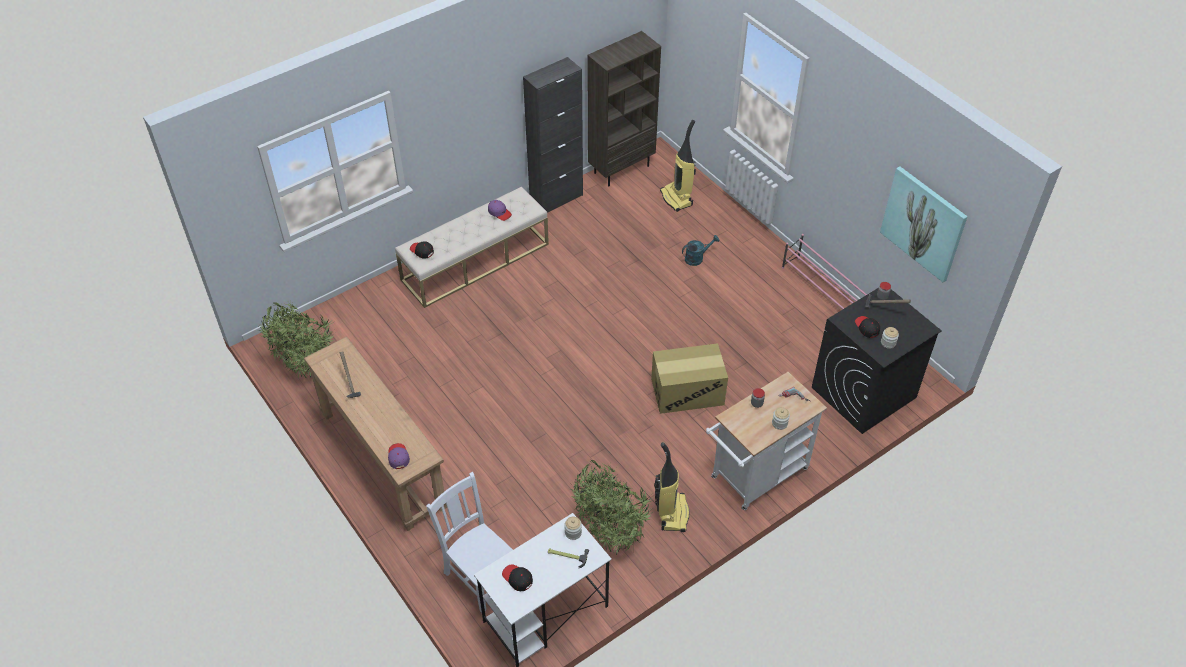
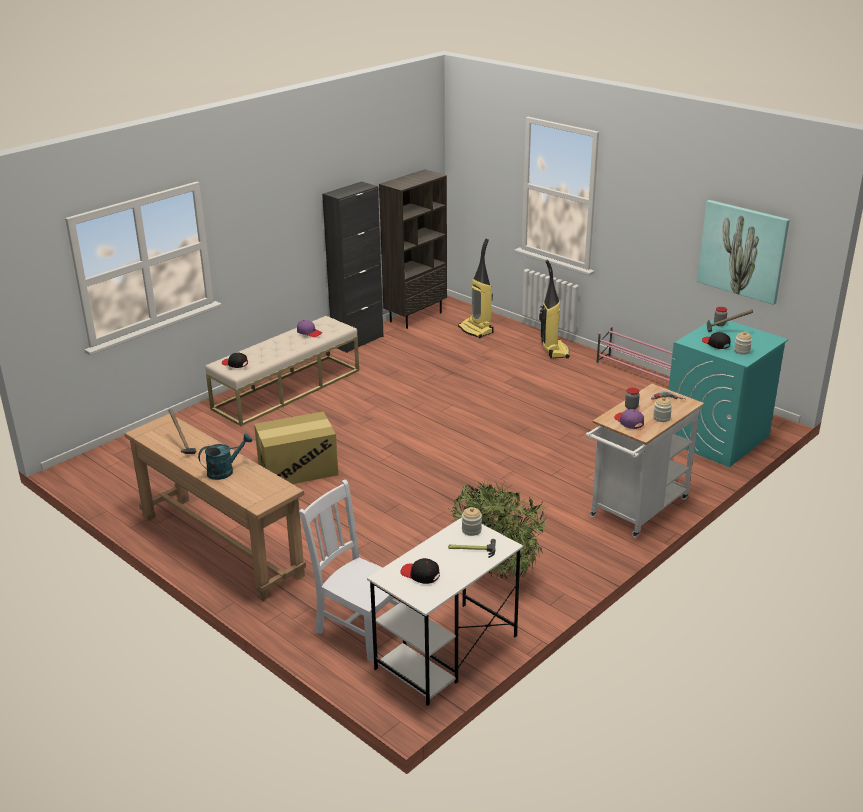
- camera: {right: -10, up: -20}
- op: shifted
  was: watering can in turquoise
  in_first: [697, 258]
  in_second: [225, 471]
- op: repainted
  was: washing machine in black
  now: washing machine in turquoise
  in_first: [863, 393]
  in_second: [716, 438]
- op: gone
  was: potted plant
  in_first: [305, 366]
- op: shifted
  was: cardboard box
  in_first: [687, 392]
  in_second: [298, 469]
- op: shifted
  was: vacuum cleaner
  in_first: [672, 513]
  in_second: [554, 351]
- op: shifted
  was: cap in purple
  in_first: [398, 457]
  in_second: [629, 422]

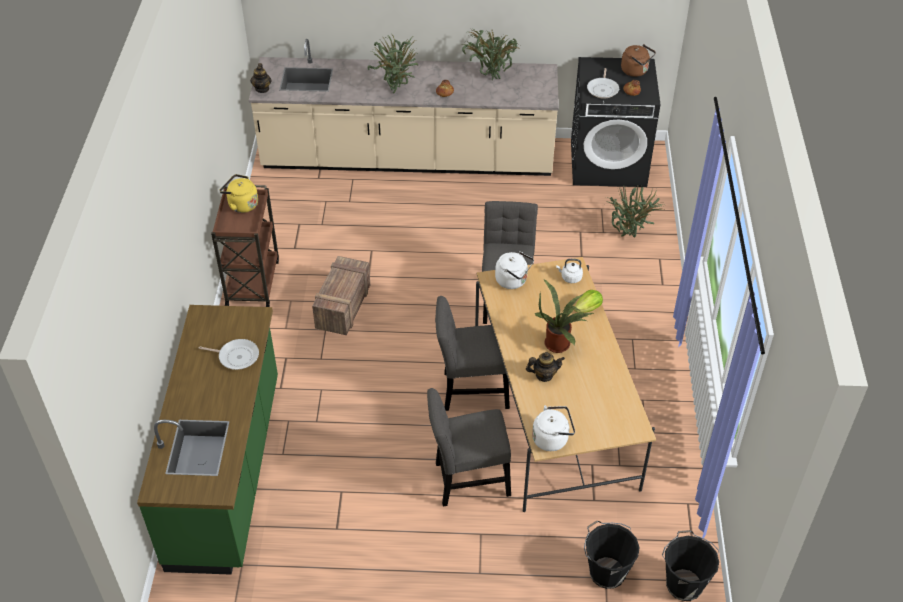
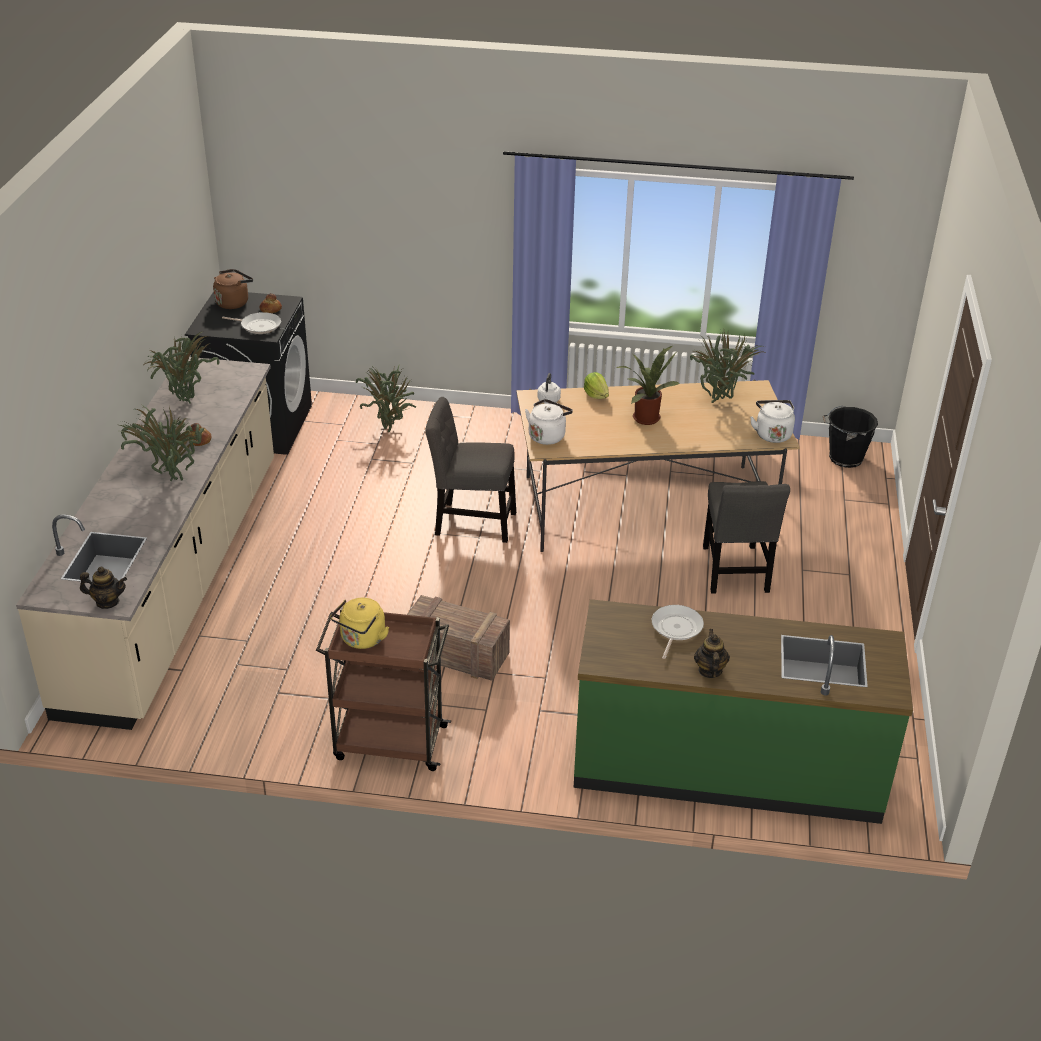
- camera: {right: -85, up: -10}
- op: gone
  was: chair in grey
  in_first: [471, 391]
- op: shifted
  was: teapot
  in_first: [544, 375]
  in_second: [709, 670]
- op: gone
  was: bucket in black
  in_first: [606, 571]
- op: new
  now: potted plant
  in_second: [721, 401]

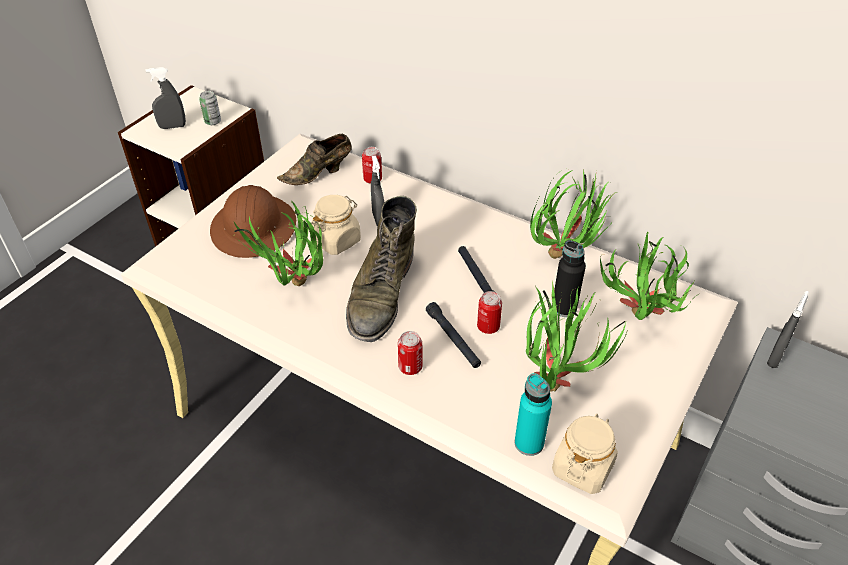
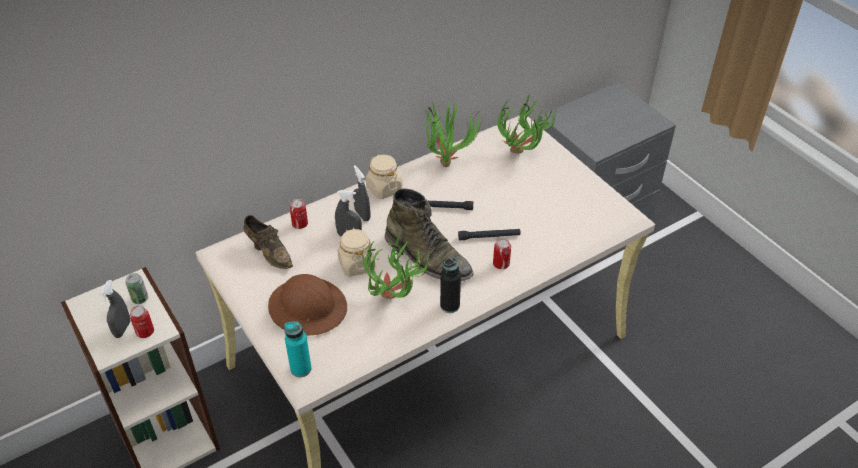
- camera: {right: -65, up: 0}
- op: rotated
  was: shoe in brown
  in_first: [319, 174]
  in_second: [269, 252]
  clockwise: -45
- op: shifted
  was: bottle in black
  in_first: [564, 308]
  in_second: [450, 305]
- op: gone
  was: potted plant
  in_first: [557, 378]
- op: shifted
  was: can
  in_first: [488, 326]
  in_second: [145, 332]
- op: shifted
  was: spray bottle in grey
  in_first: [774, 358]
  in_second: [362, 215]
- op: shifted
  was: bottle in turquoise
  in_first: [529, 443]
  in_second: [301, 369]
- op: shifted
  was: jar in beige
  in_first: [582, 468]
  in_second: [384, 188]

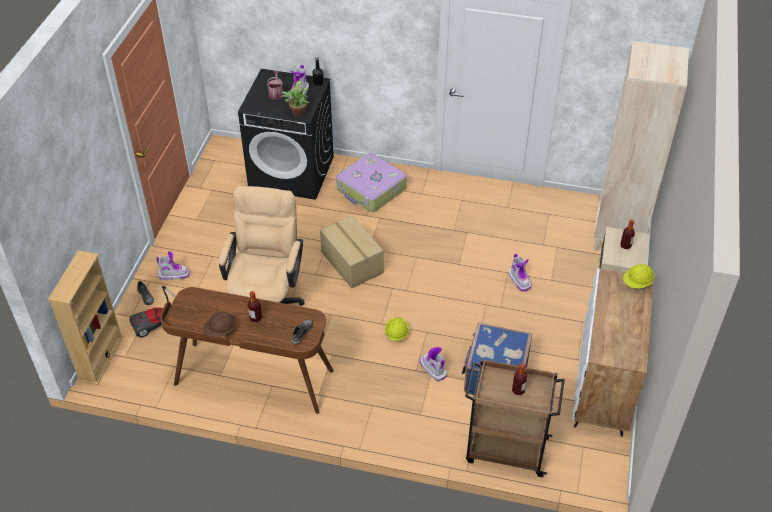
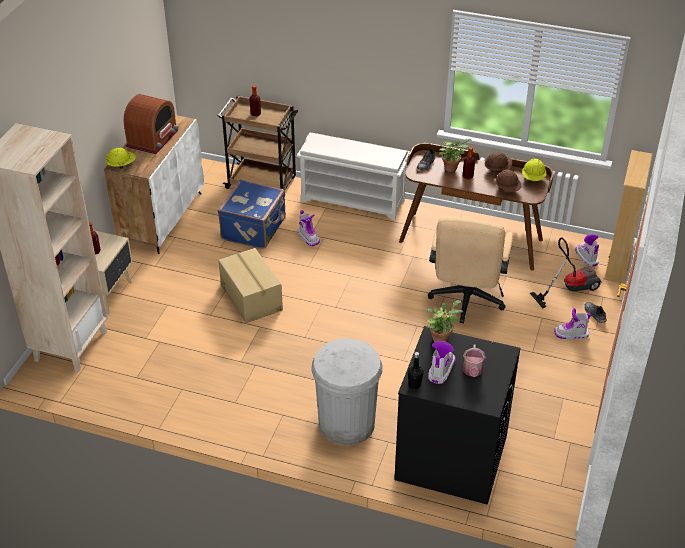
- camera: {right: -175, up: -5}
- op: swapped
  was: suitcase
  now: trash can in white
  in_first: [371, 190]
  in_second: [346, 424]
- op: shifted
  was: cardboard box
  in_first: [351, 263]
  in_second: [252, 297]
- op: shifted
  was: boot
  in_first: [519, 280]
  in_second: [586, 257]
- op: shifted
  was: hard hat in yellow
  in_first: [396, 334]
  in_second: [533, 178]
- op: new
  now: radio
  in_second: [152, 138]
- op: new
  now: shoe rack in white
  in_second: [354, 201]
- op: new
  now: potted plant
  in_second: [452, 167]
- op: new
  now: hard hat in brown
  in_second: [507, 189]

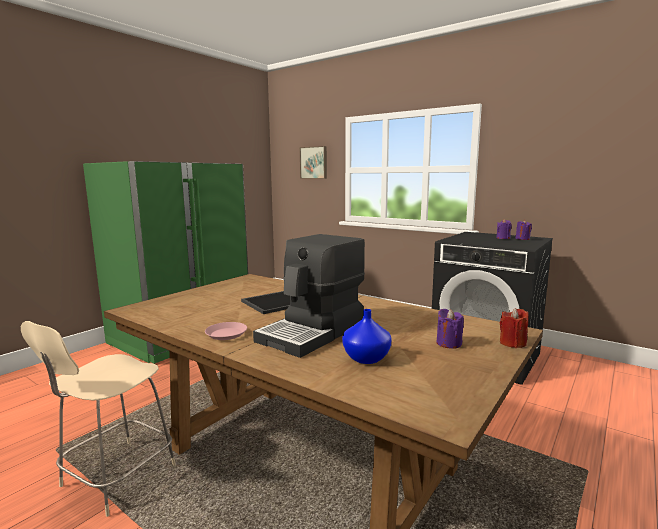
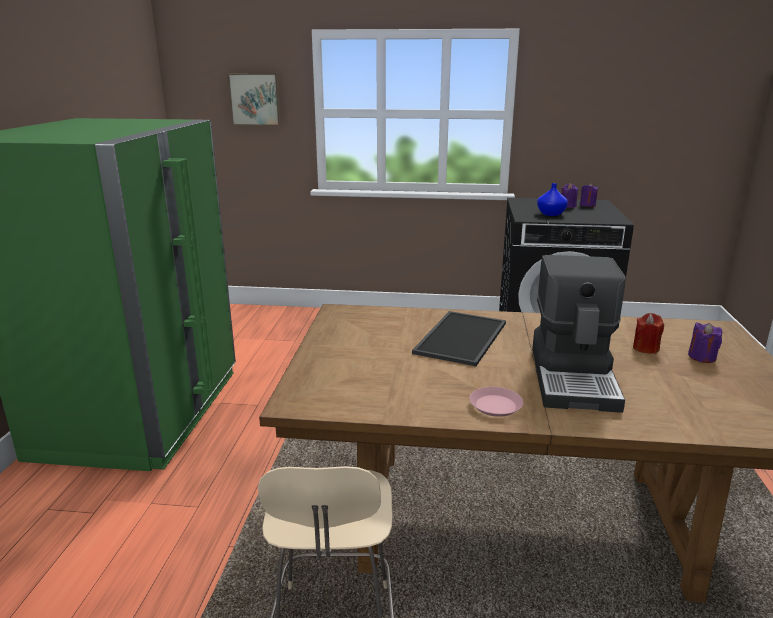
- camera: {right: -30, up: 10}
- op: shifted
  was: candle in red
  in_first: [512, 343]
  in_second: [645, 348]
- op: shifted
  was: vase in blue
  in_first: [366, 358]
  in_second: [550, 214]

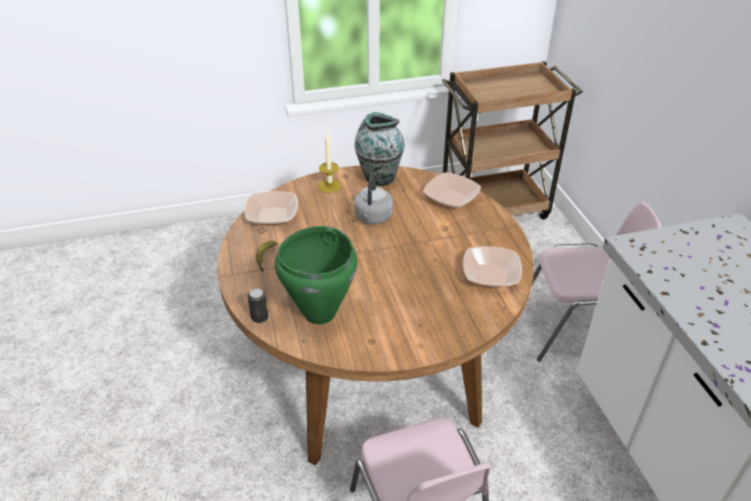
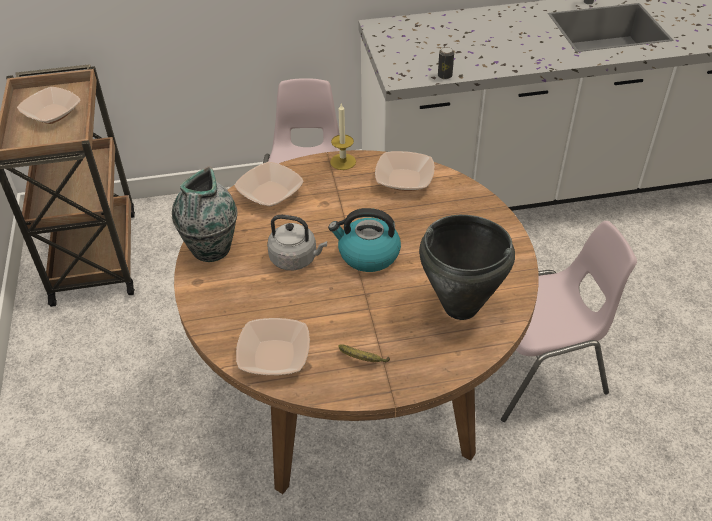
- camera: {right: -85, up: 5}
- op: shifted
  was: candle
  in_first: [329, 186]
  in_second: [343, 161]
- op: repainted
  was: cooking pot in green
  now: cooking pot in black
  in_first: [319, 313]
  in_second: [461, 308]
- op: shifted
  was: can
  in_first: [260, 317]
  in_second: [445, 76]
- op: new
  now: bowl
  in_second: [52, 114]
- op: new
  now: kettle
  in_second: [367, 255]

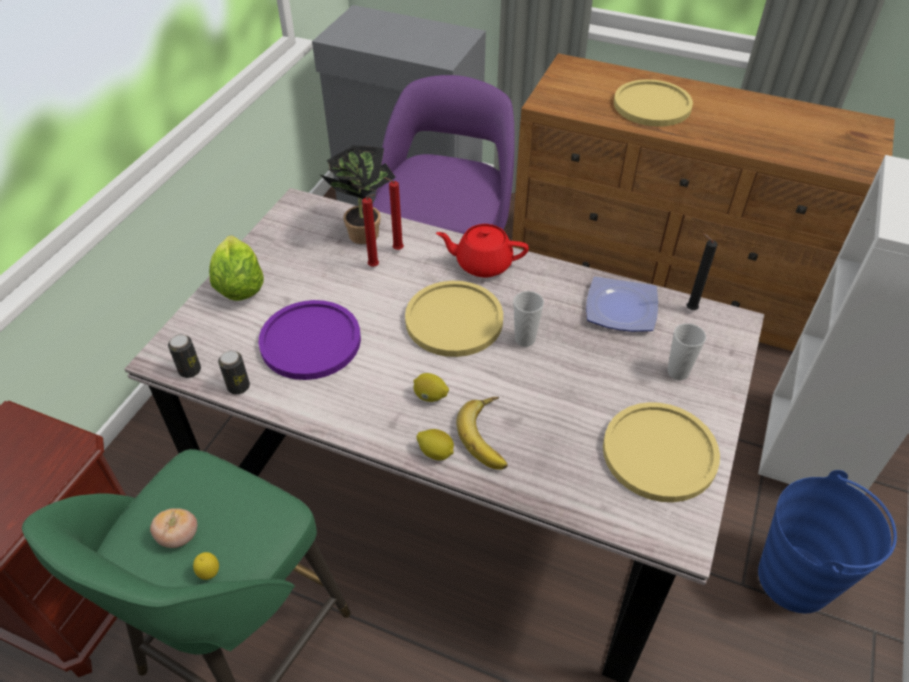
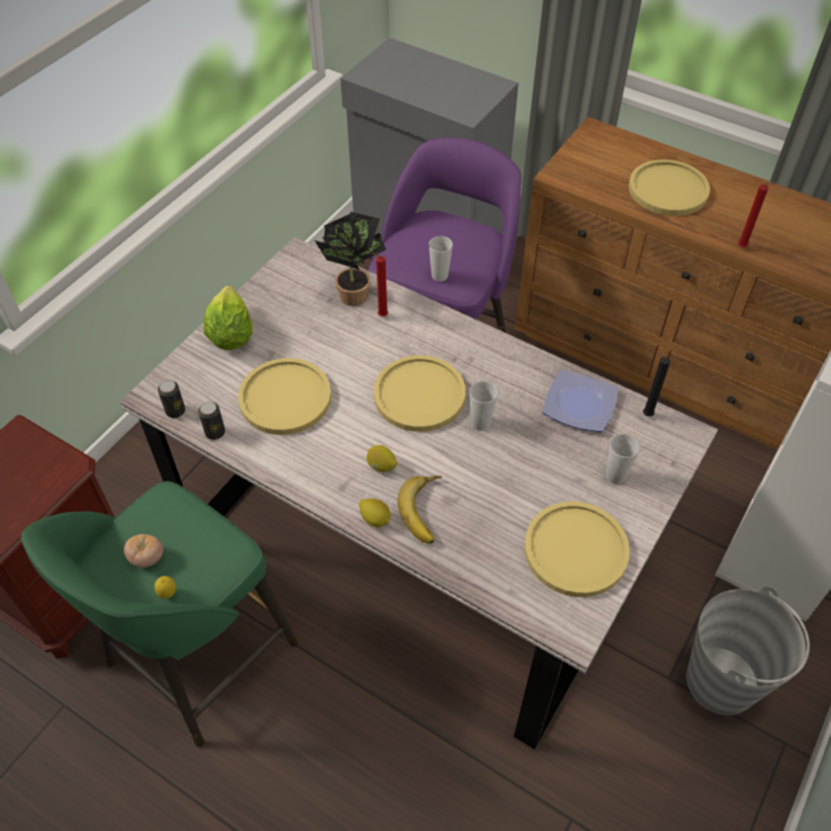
- camera: {right: 10, up: 5}
- op: shifted
  was: candle in red
  in_first: [375, 267]
  in_second: [743, 248]
- op: gone
  was: teapot in red
  in_first: [482, 263]
- op: repainted
  was: plate in purple
  now: plate in yellow
  in_first: [310, 341]
  in_second: [285, 398]
- op: repainted
  was: bucket in blue
  now: bucket in grey
  in_first: [795, 579]
  in_second: [722, 682]
- op: new
  now: cup
  in_second: [439, 276]

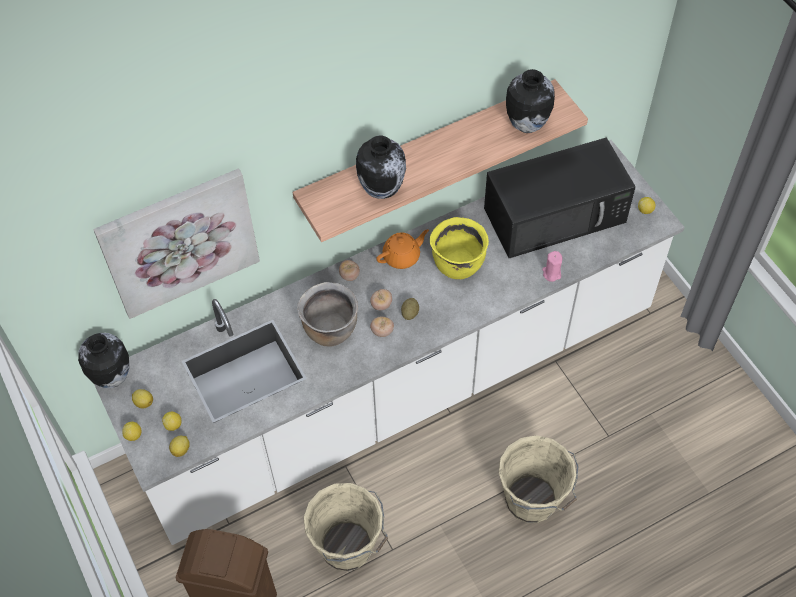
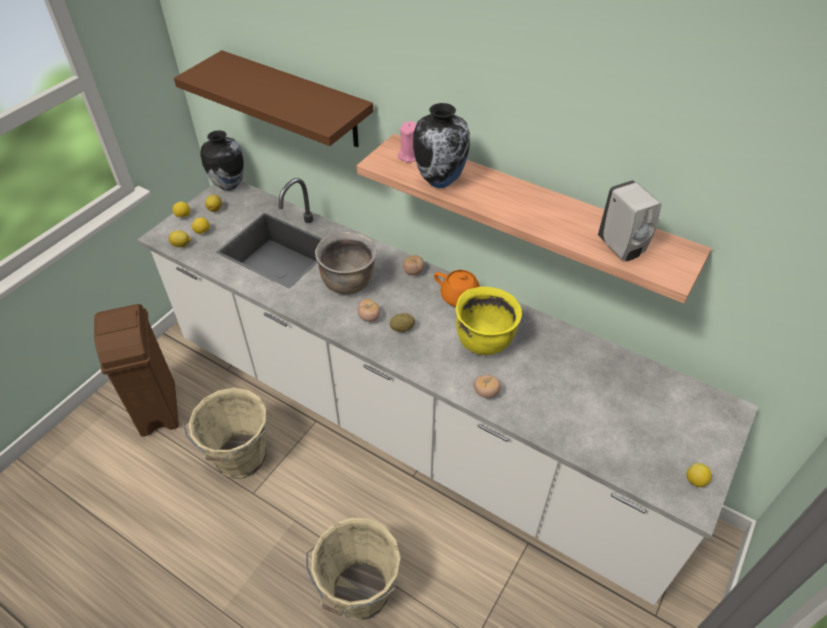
- camera: {right: 60, up: -10}
- op: swapped
  was: vase
  now: soap dispenser in white
  in_first: [526, 125]
  in_second: [622, 248]
- op: gone
  was: microwave in black
  in_first: [556, 214]
- op: swapped
  was: picture
  now: shelf in brown
  in_first: [179, 241]
  in_second: [297, 100]
- op: shifted
  was: candle in pink
  in_first: [551, 273]
  in_second: [409, 156]
- op: shifted
  was: tomato
  in_first: [381, 305]
  in_second: [486, 392]

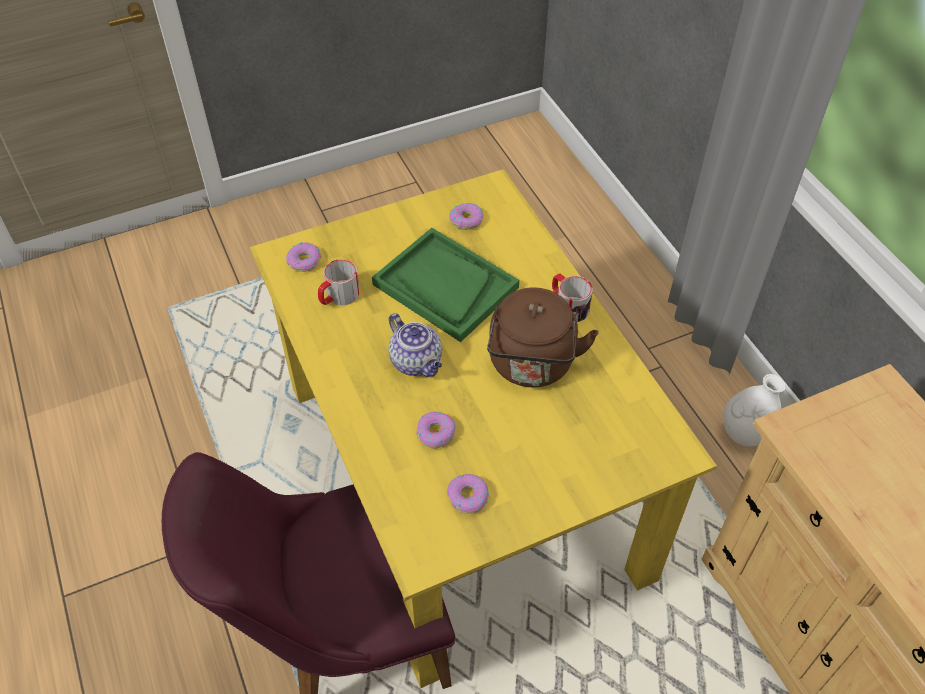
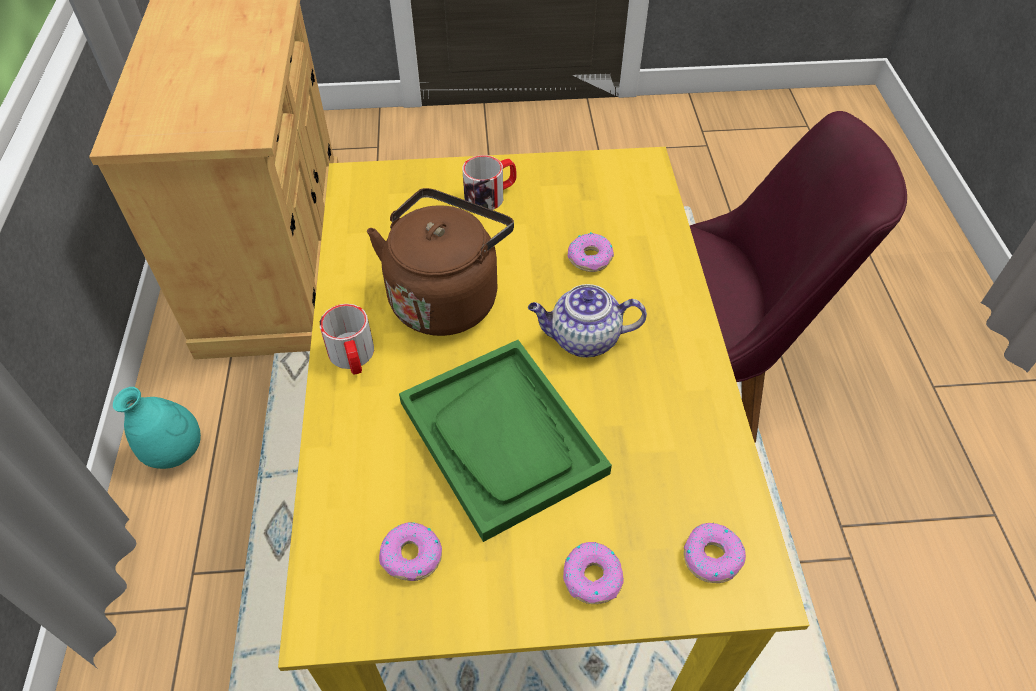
- camera: {right: -160, up: 0}
- op: shifted
  was: mug
  in_first: [338, 296]
  in_second: [491, 195]
- op: rotated
  was: teapot
  in_first: [417, 362]
  in_second: [583, 339]
  clockwise: -75
- op: repainted
  was: vase in white
  now: vase in turquoise
  in_first: [744, 433]
  in_second: [176, 453]
- op: shifted
  was: donut
  in_first: [468, 497]
  in_second: [592, 577]

